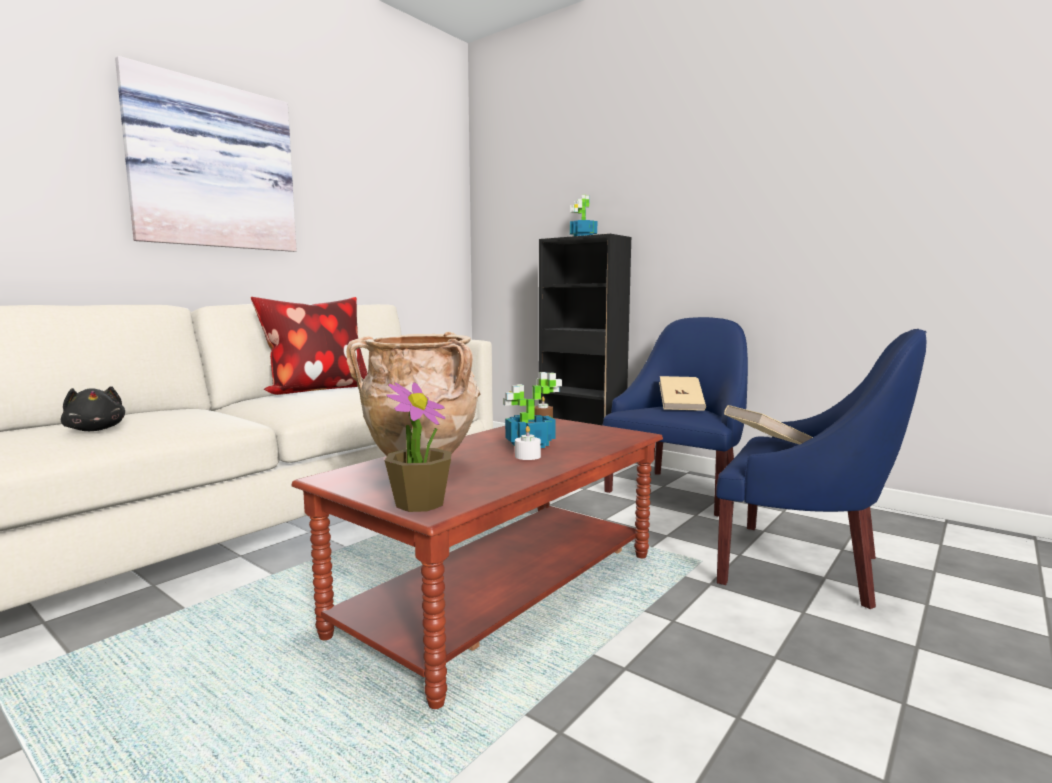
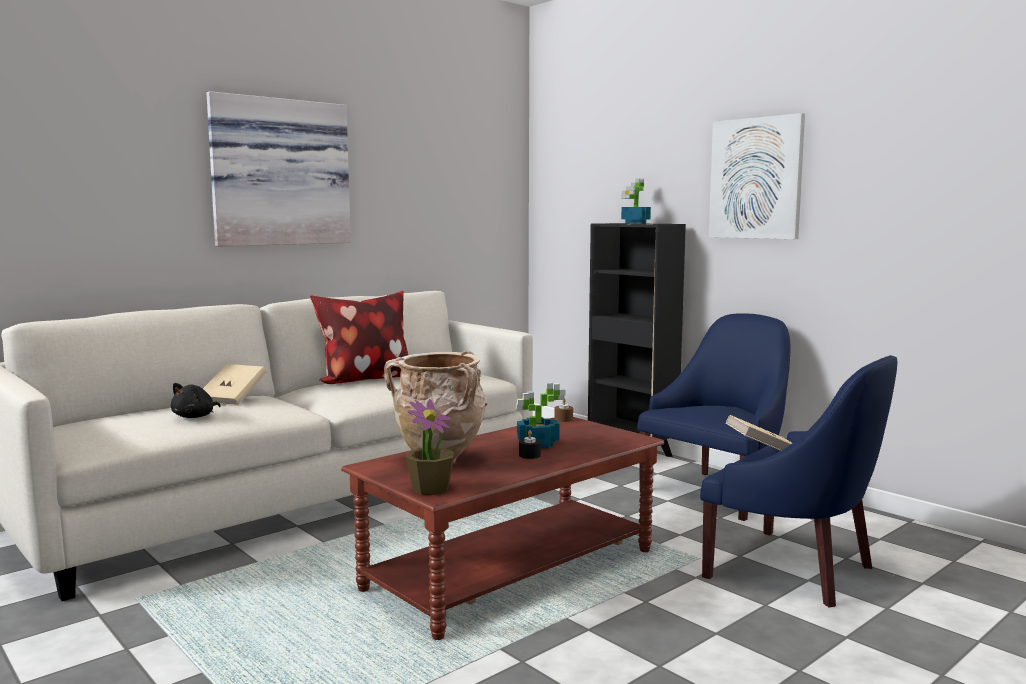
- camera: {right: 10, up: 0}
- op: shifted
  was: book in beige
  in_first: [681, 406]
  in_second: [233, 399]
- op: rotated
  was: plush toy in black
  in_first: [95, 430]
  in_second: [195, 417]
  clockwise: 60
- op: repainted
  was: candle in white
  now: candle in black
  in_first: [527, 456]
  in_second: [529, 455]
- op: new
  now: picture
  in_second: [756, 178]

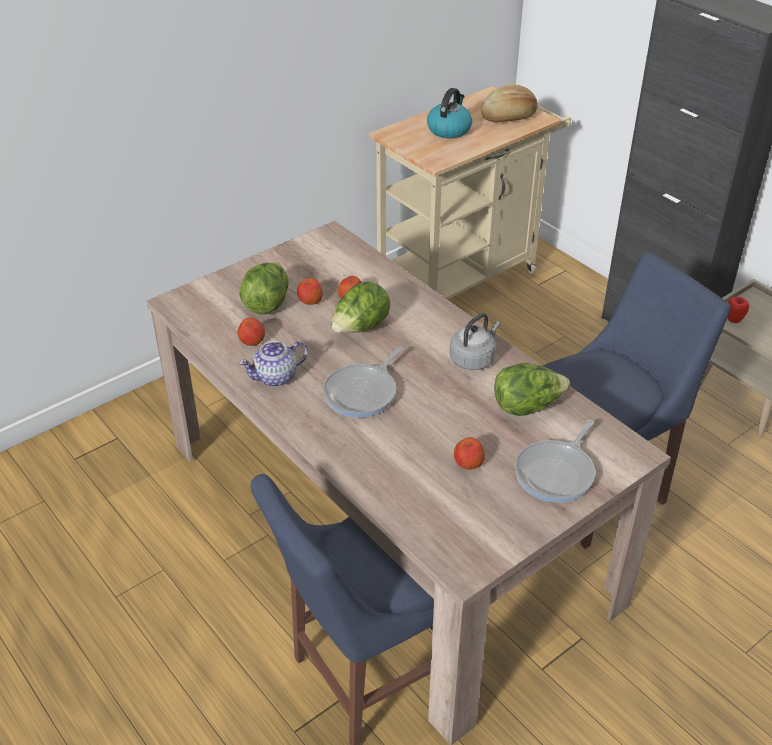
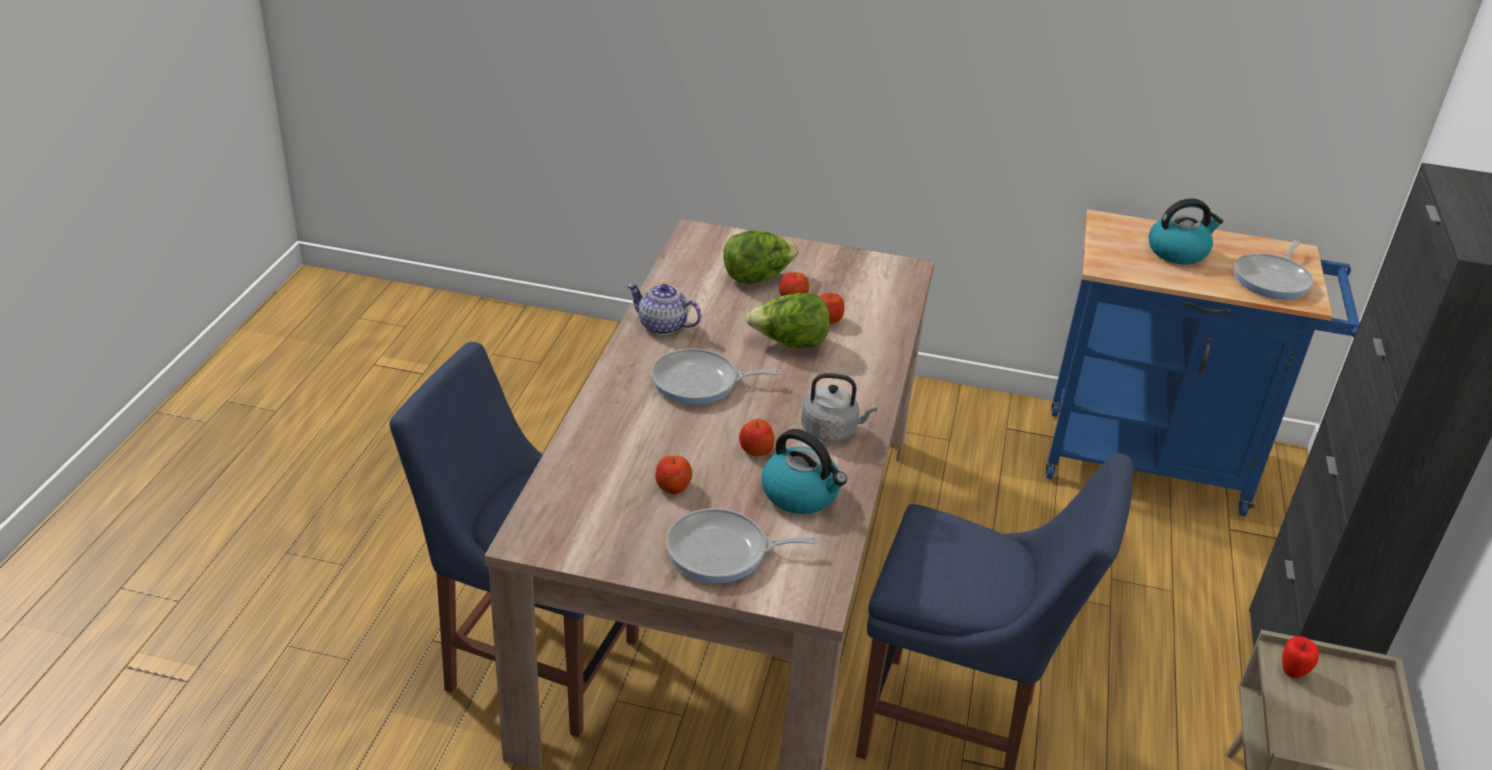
- camera: {right: 50, up: -5}
- op: swapped
  was: bread
  now: frying pan
  in_first: [509, 117]
  in_second: [1273, 279]
- op: repainted
  was: cart in beige
  now: cart in blue
  in_first: [464, 274]
  in_second: [1159, 463]
- op: shifted
  was: apple
  in_first: [252, 341]
  in_second: [755, 449]
- op: swapped
  was: lettuce
  now: kettle
  in_first: [527, 406]
  in_second: [801, 494]

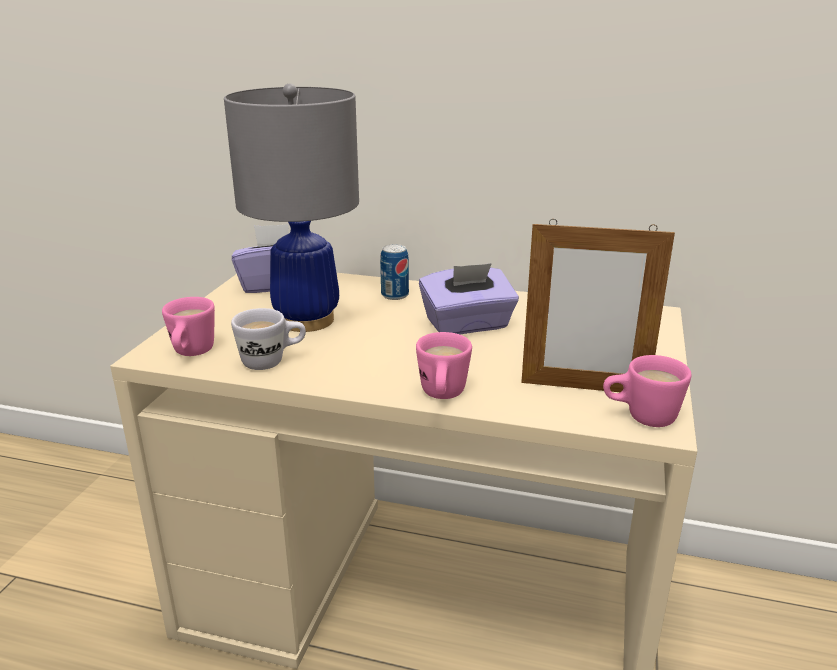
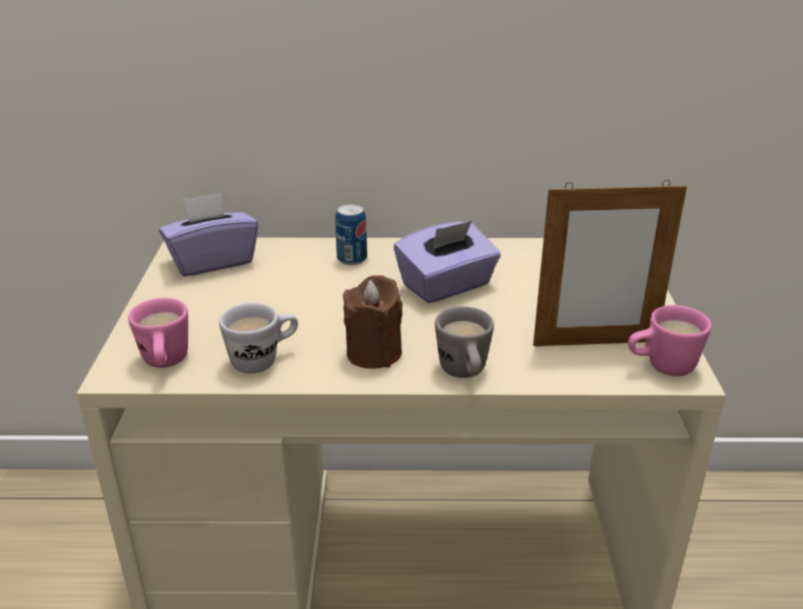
- camera: {right: -15, up: 5}
- op: gone
  was: table lamp in grey
  in_first: [307, 320]
- op: repainted
  was: mug in pink
  now: mug in grey
  in_first: [442, 396]
  in_second: [464, 374]
- op: new
  now: candle in brown
  in_second: [374, 353]

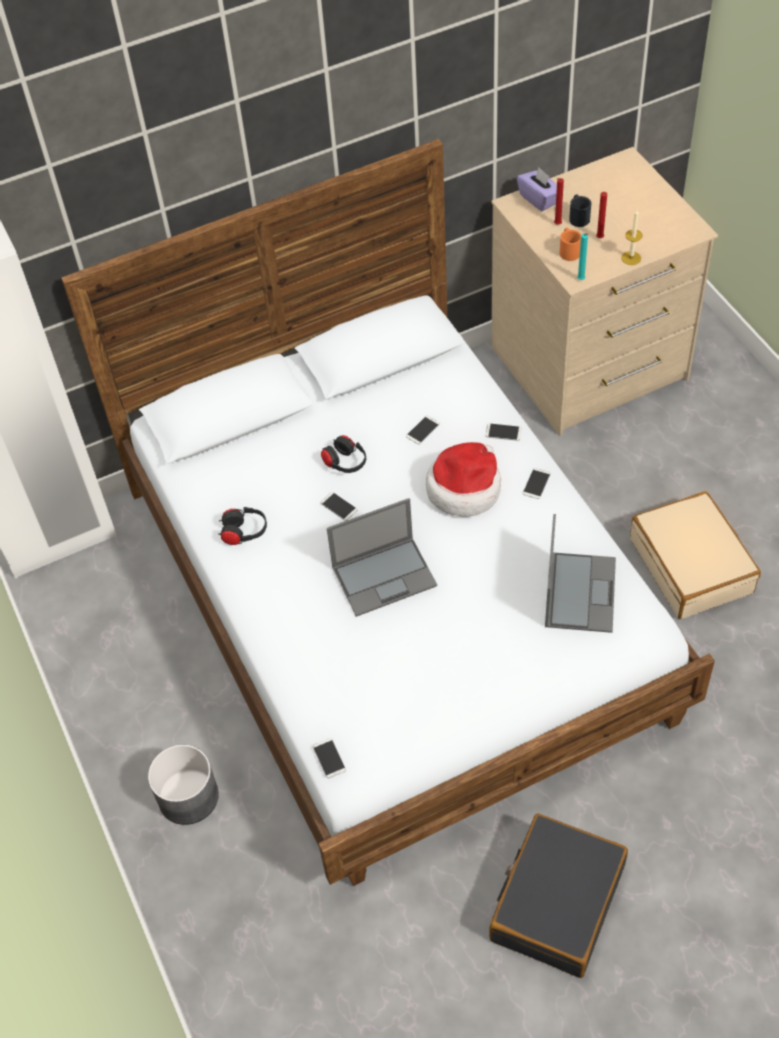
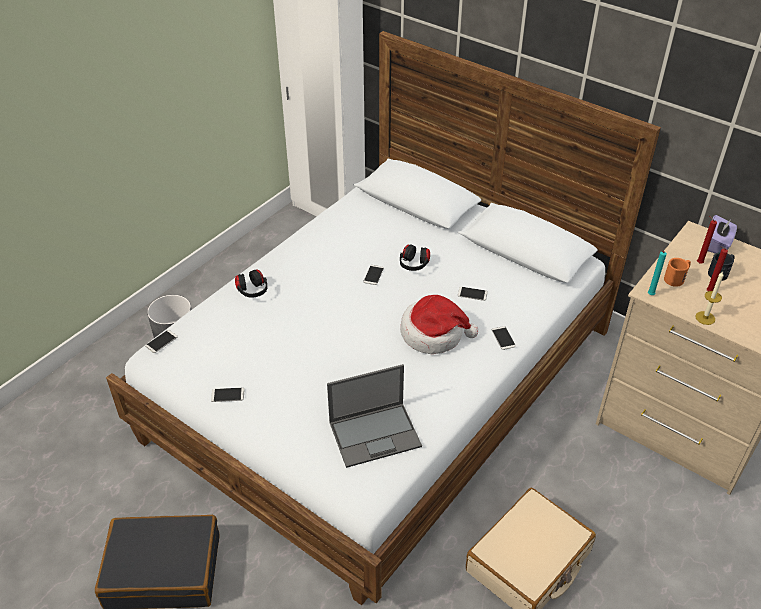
- camera: {right: 60, up: -10}
- op: shifted
  was: phone
  in_first: [536, 483]
  in_second: [228, 395]
- op: gone
  was: laptop
  in_first: [385, 575]
- op: shifted
  was: headphones in black
  in_first: [244, 533]
  in_second: [252, 292]

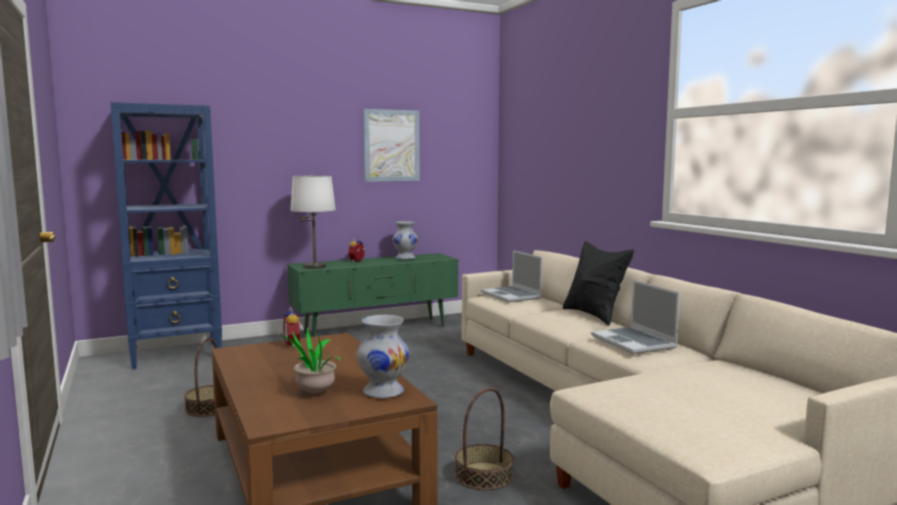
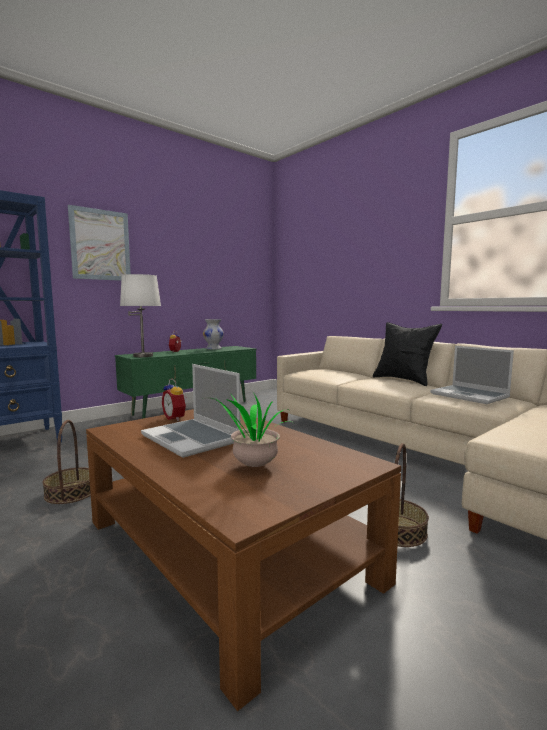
- camera: {right: -15, up: 0}
- op: shifted
  was: picture
  in_first: [391, 145]
  in_second: [100, 245]
- op: shifted
  was: laptop
  in_first: [512, 296]
  in_second: [192, 439]
- op: gone
  was: vase in white
  in_first: [383, 392]

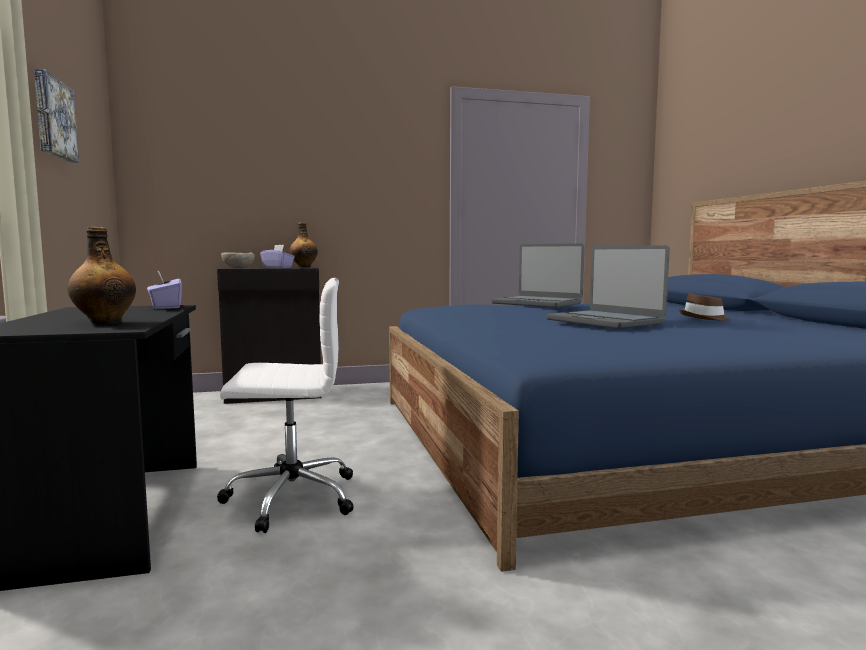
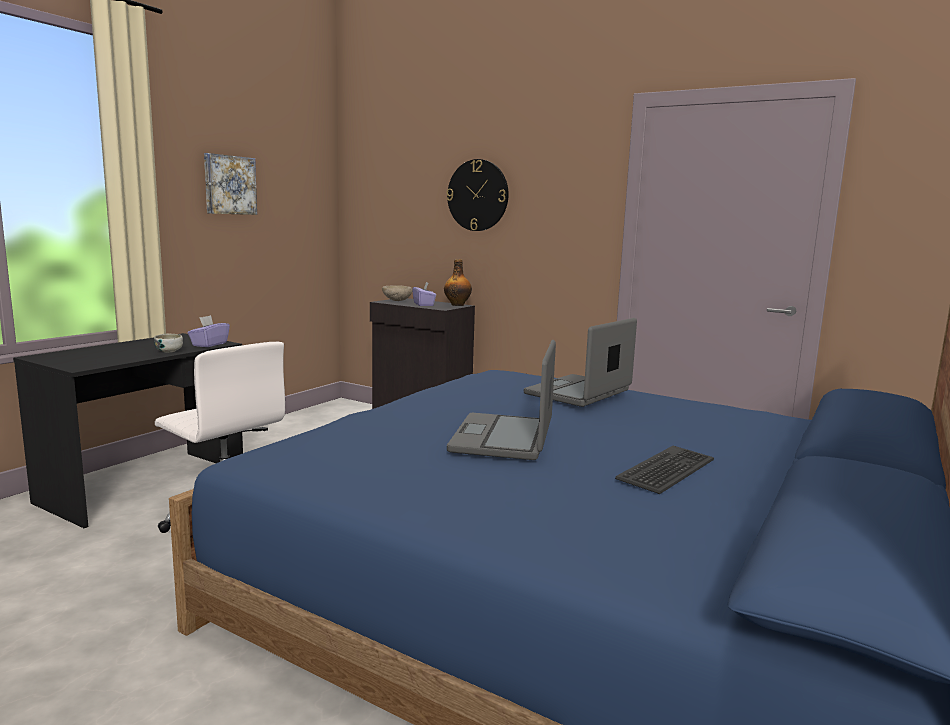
- camera: {right: 45, up: 5}
- op: gone
  was: bottle
  in_first: [105, 322]
- op: rotated
  was: laptop
  in_first: [537, 303]
  in_second: [579, 392]
  clockwise: 45
- op: swapped
  was: hat in brown
  now: keyboard
  in_first: [704, 318]
  in_second: [667, 470]
- op: new
  now: wall clock
  in_second: [478, 195]
- op: new
  now: bowl
  in_second: [169, 351]

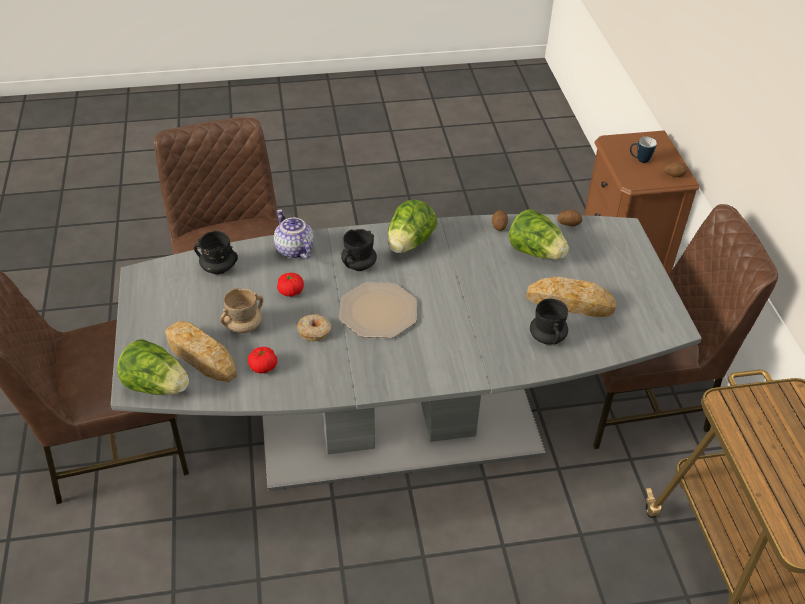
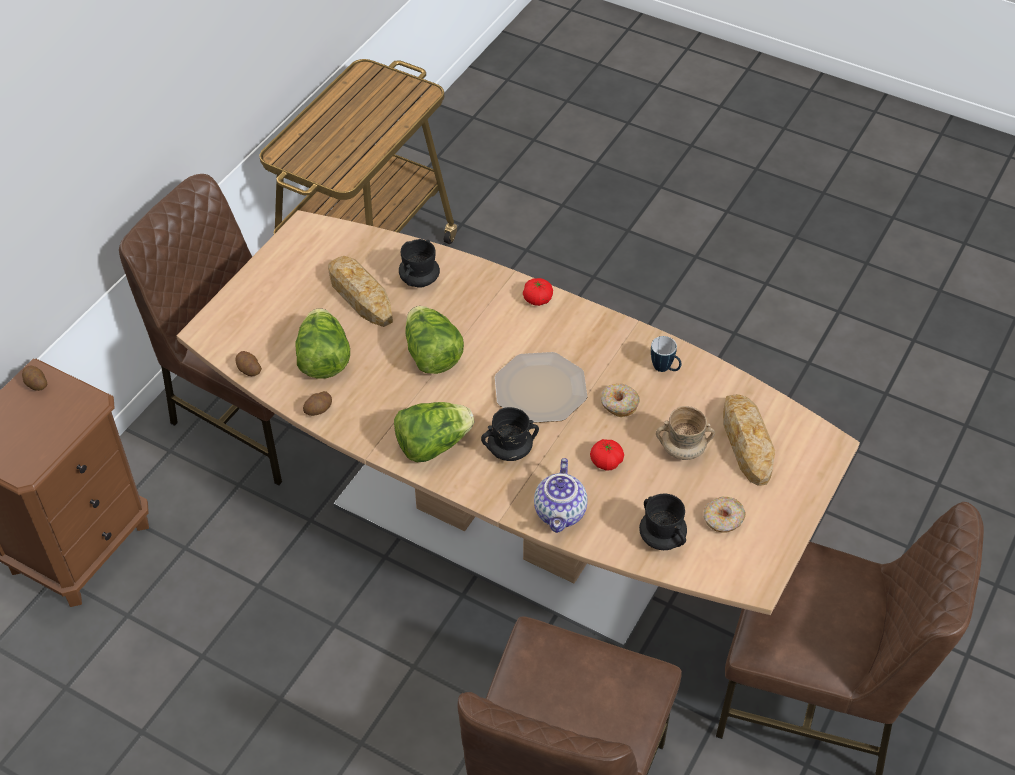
- camera: {right: -140, up: 5}
- op: shifted
  was: mug
  in_first: [639, 160]
  in_second: [665, 369]
- op: repainted
  was: dining table in grey
  now: dining table in brown
  in_first: [398, 427]
  in_second: [508, 527]
- op: shifted
  was: lettuce
  in_first: [157, 385]
  in_second: [431, 355]
- op: shifted
  was: tomato
  in_first: [263, 367]
  in_second: [537, 299]
- op: new
  now: donut
  in_second: [723, 519]

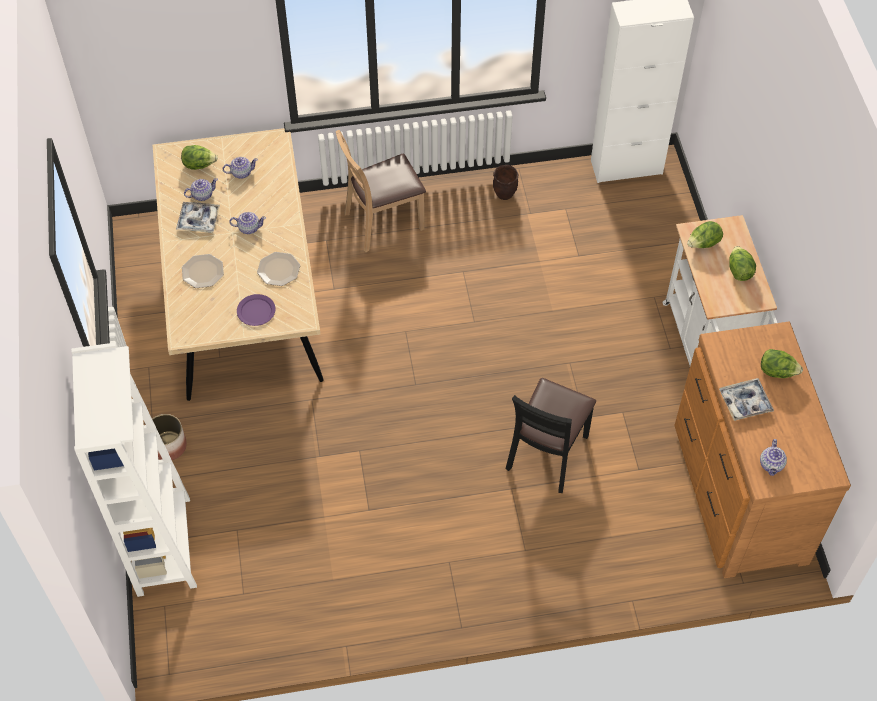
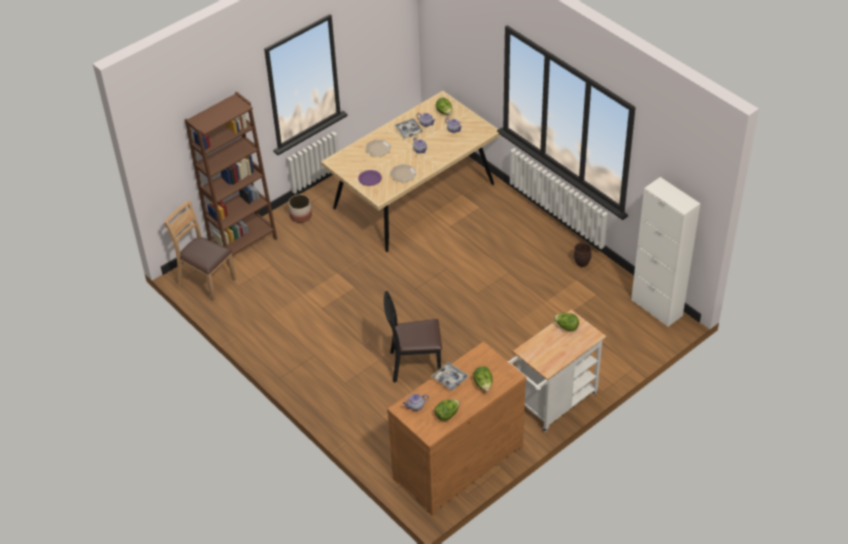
- camera: {right: 60, up: -10}
- op: shifted
  was: chair in brown
  in_first: [383, 222]
  in_second: [206, 281]
- op: shifted
  was: lettuce
  in_first: [739, 271]
  in_second: [447, 414]
- op: repainted
  was: bookcase in white
  now: bookcase in brown
  in_first: [164, 546]
  in_second: [243, 244]

